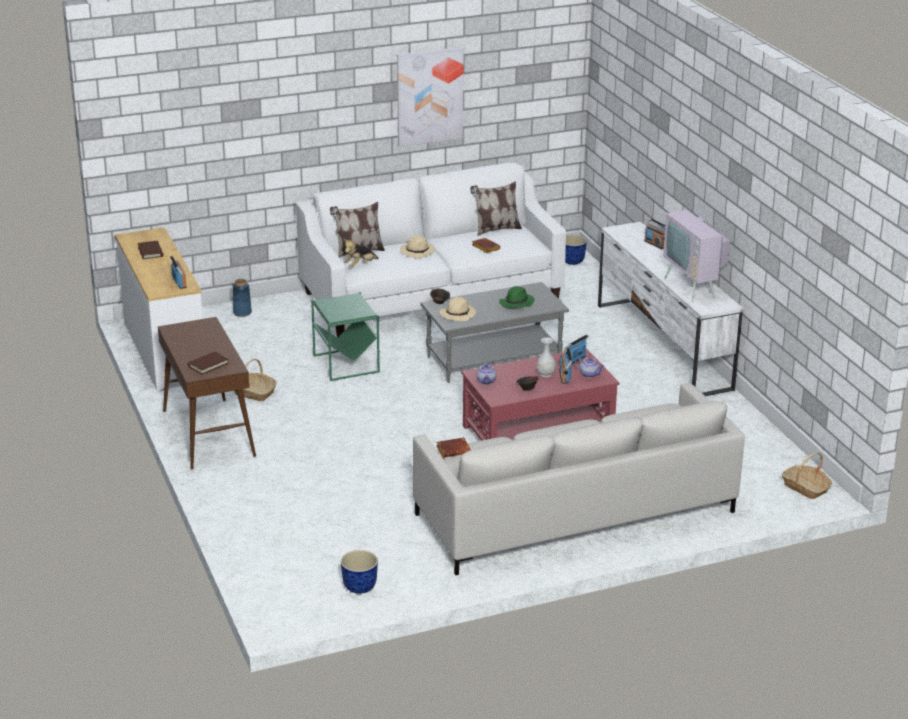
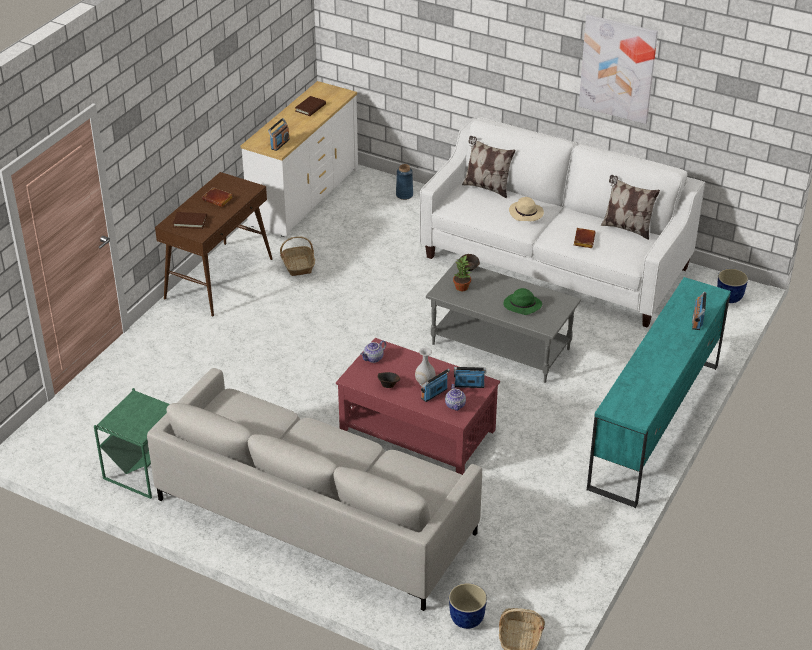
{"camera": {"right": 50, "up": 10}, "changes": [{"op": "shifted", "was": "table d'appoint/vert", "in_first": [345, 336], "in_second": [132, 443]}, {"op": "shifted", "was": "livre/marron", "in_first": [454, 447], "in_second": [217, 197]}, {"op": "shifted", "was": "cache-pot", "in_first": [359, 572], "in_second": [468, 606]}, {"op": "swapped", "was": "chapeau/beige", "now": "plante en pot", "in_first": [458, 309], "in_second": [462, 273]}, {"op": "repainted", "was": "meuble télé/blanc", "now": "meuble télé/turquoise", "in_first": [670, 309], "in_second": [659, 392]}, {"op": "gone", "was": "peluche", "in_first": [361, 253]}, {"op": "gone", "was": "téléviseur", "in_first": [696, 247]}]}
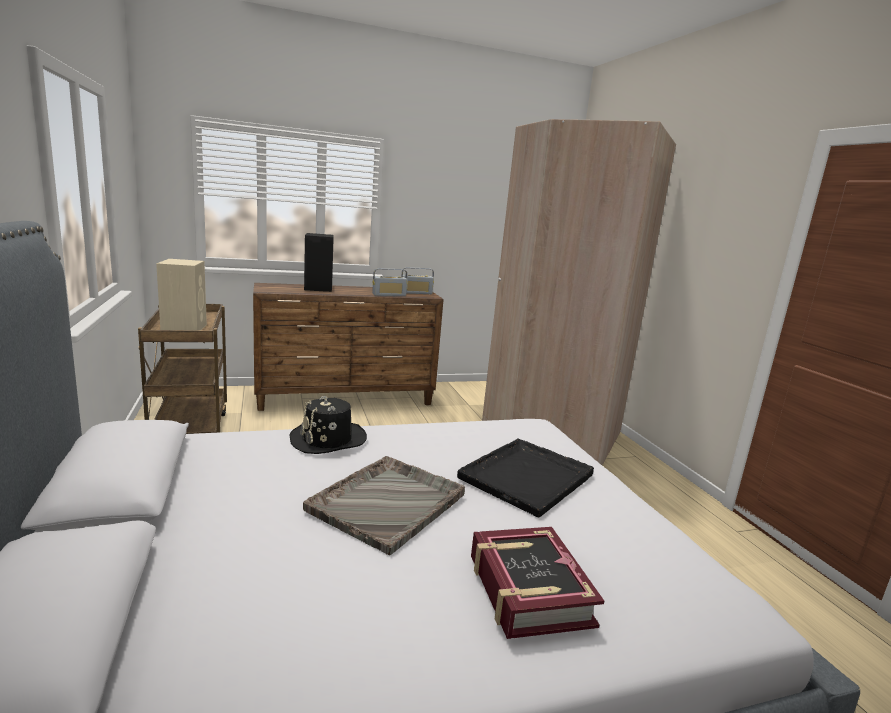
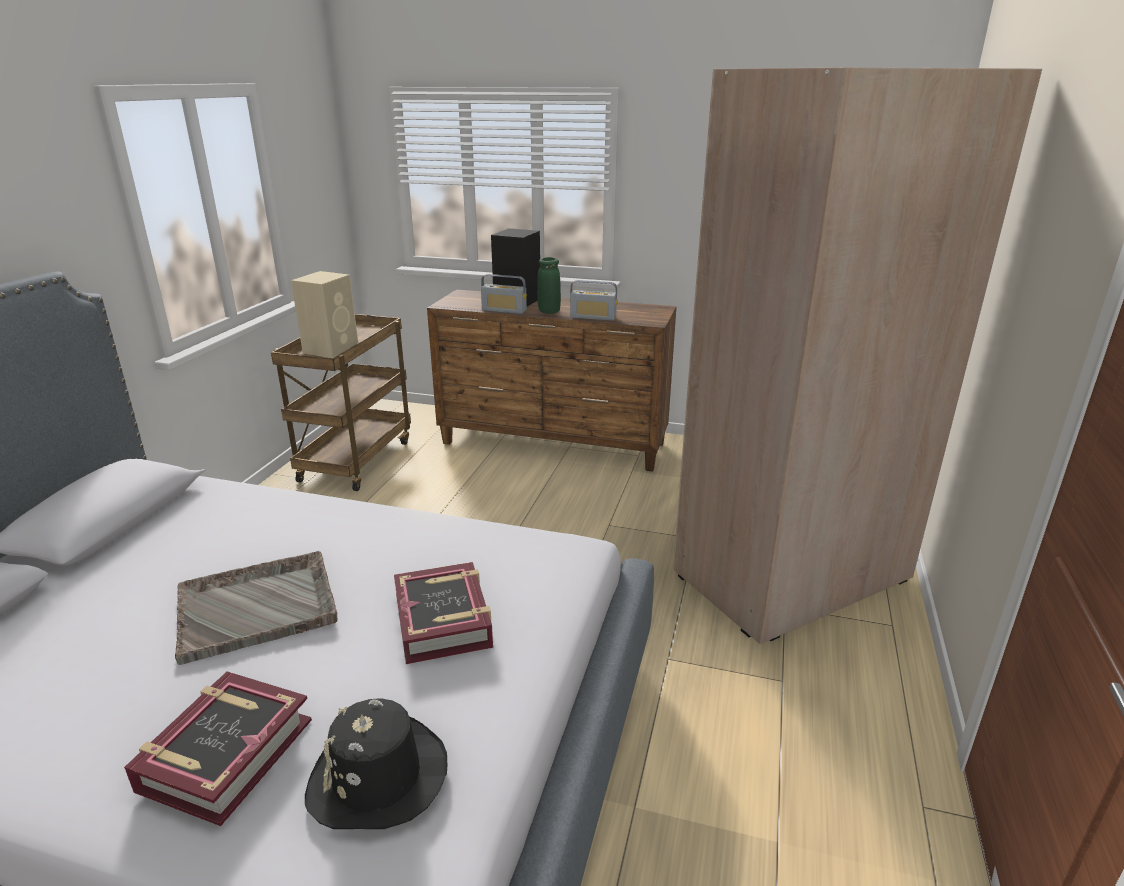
{"camera": {"right": 35, "up": 10}, "changes": [{"op": "shifted", "was": "chapeau/noir", "in_first": [328, 424], "in_second": [376, 763]}, {"op": "swapped", "was": "plateau/noir", "now": "livre", "in_first": [525, 477], "in_second": [443, 613]}, {"op": "shifted", "was": "radio", "in_first": [417, 280], "in_second": [504, 294]}, {"op": "new", "now": "vase/vert", "in_second": [549, 285]}]}
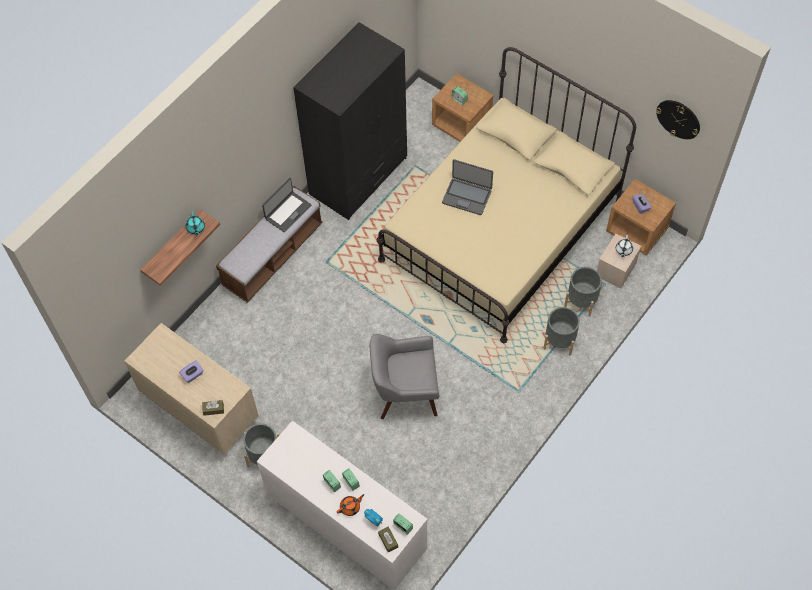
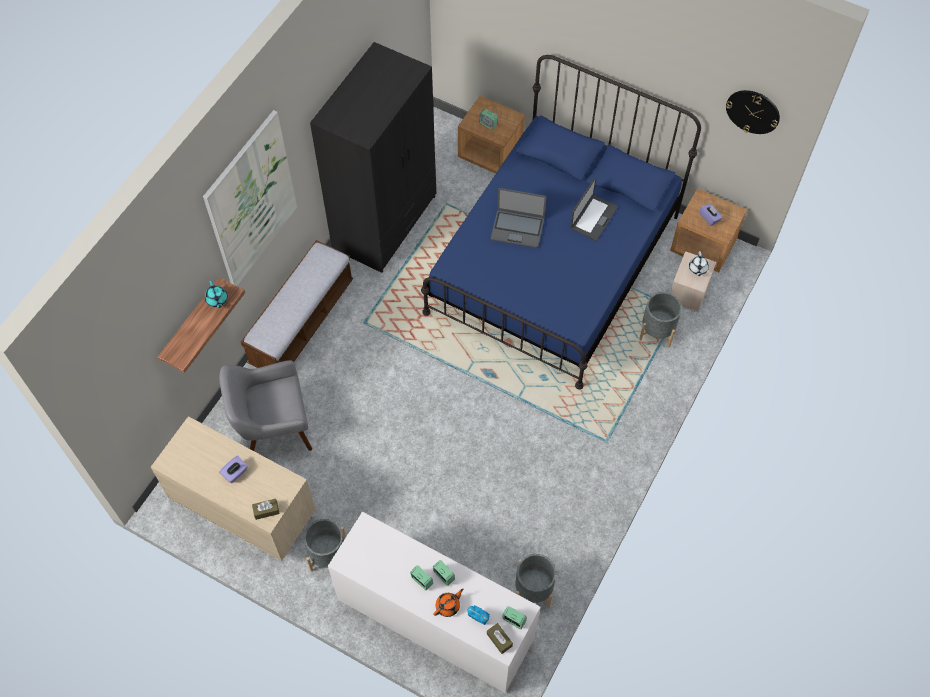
{"camera": {"right": -10, "up": 0}, "changes": [{"op": "new", "now": "tableau", "in_second": [250, 198]}, {"op": "shifted", "was": "fauteuil/gris", "in_first": [404, 376], "in_second": [265, 405]}, {"op": "repainted", "was": "lit/beige", "now": "lit/bleu", "in_first": [506, 195], "in_second": [561, 222]}, {"op": "shifted", "was": "cache-pot/gris", "in_first": [561, 331], "in_second": [535, 581]}, {"op": "shifted", "was": "ordinateur portable", "in_first": [286, 205], "in_second": [594, 209]}]}
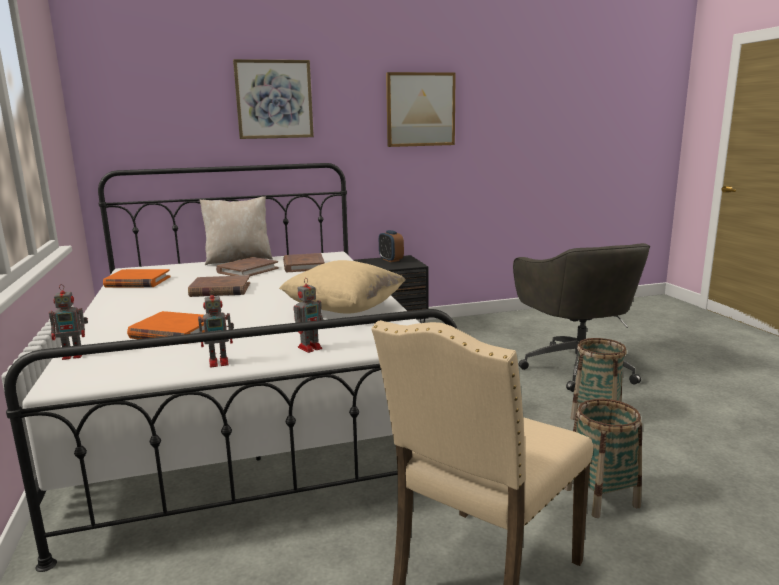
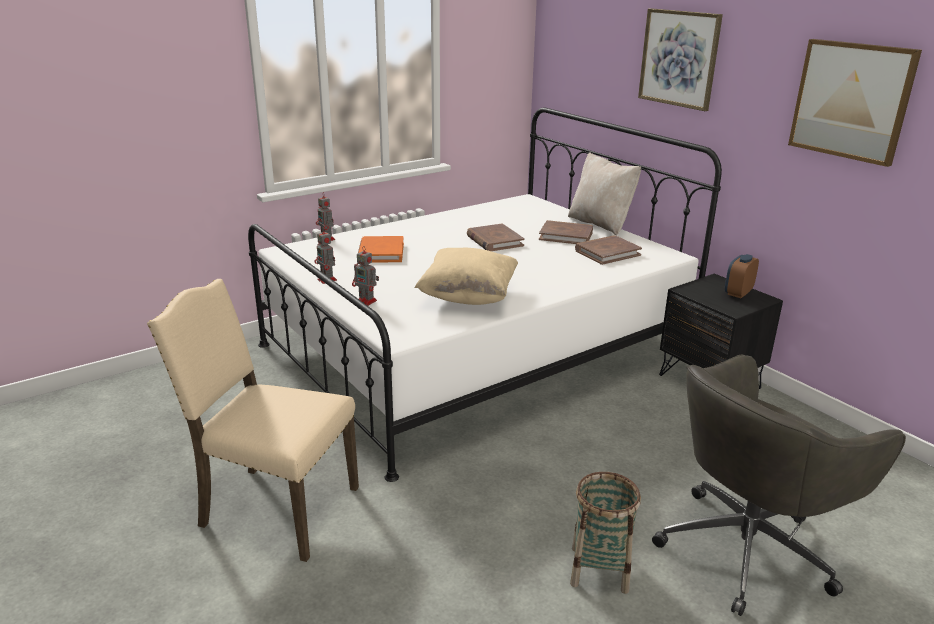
{"camera": {"right": 70, "up": 10}, "changes": [{"op": "gone", "was": "livre/orange", "in_first": [136, 278]}, {"op": "gone", "was": "panier", "in_first": [603, 458]}]}
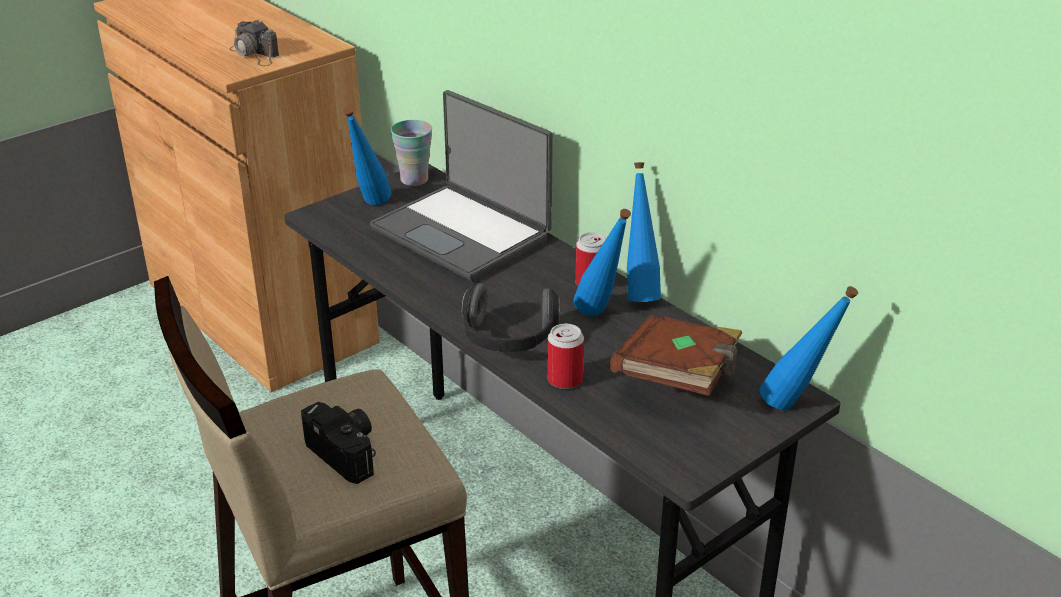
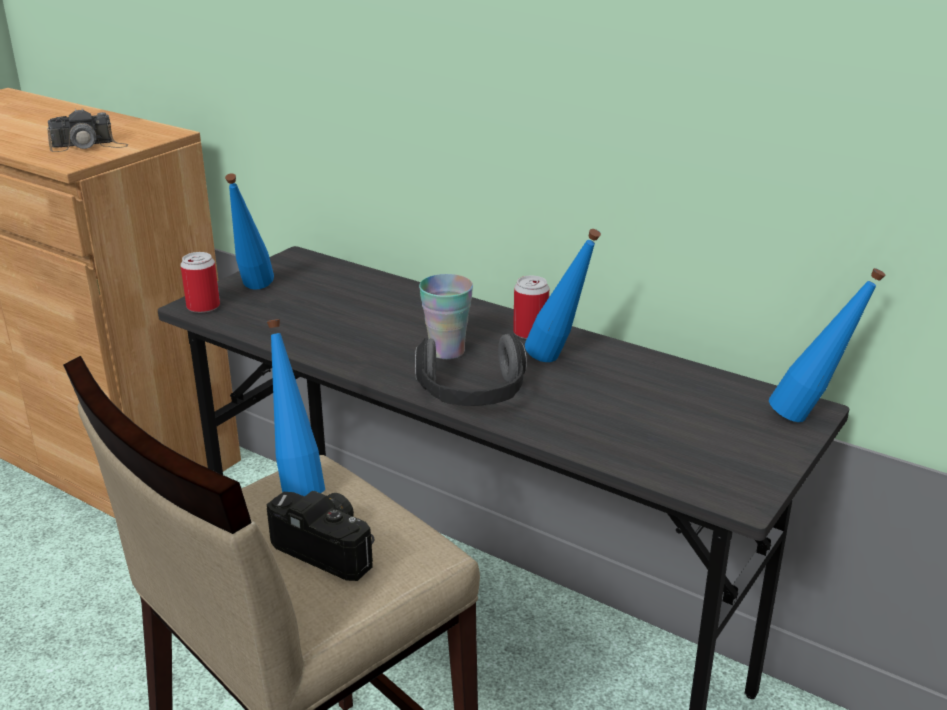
{"camera": {"right": -15, "up": -5}, "changes": [{"op": "rotated", "was": "appareil photo", "in_first": [254, 43], "in_second": [87, 130], "clockwise": -45}, {"op": "shifted", "was": "boîte métallique", "in_first": [565, 356], "in_second": [200, 282]}, {"op": "shifted", "was": "bouteille/bleu", "in_first": [644, 232], "in_second": [296, 408]}, {"op": "shifted", "was": "tasse", "in_first": [411, 153], "in_second": [446, 316]}, {"op": "gone", "was": "ordinateur portable", "in_first": [461, 186]}, {"op": "gone", "was": "livre/marron", "in_first": [676, 355]}]}
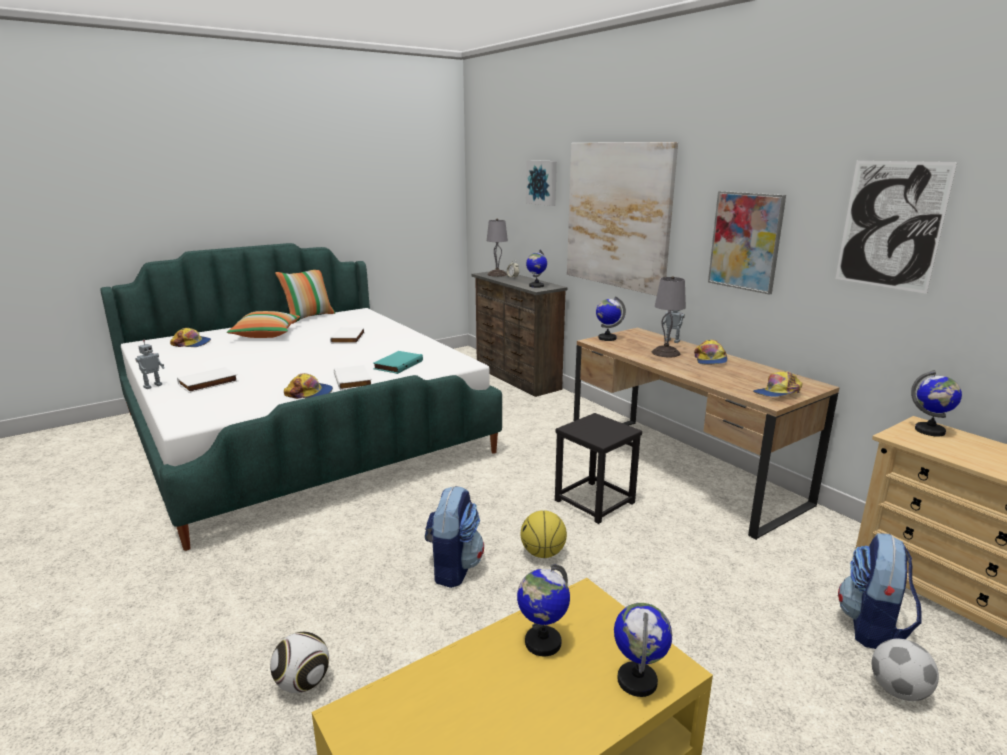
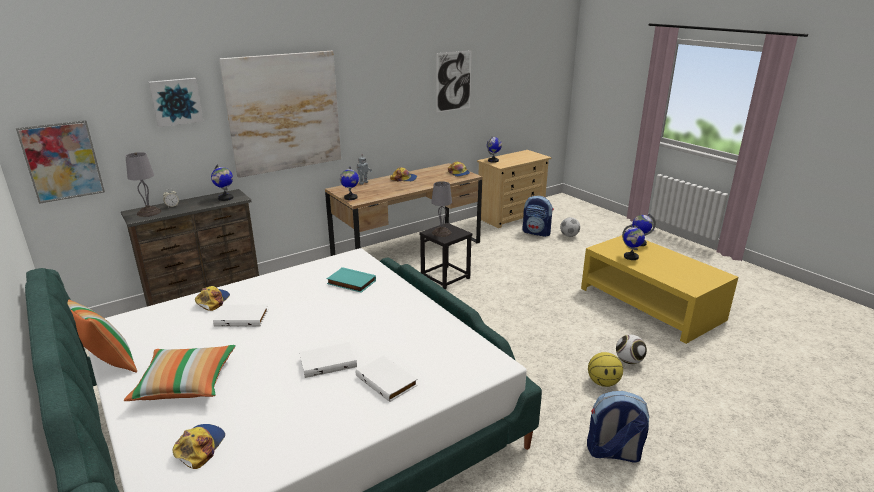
{"camera": {"right": -90, "up": 5}, "changes": [{"op": "shifted", "was": "tableau", "in_first": [747, 243], "in_second": [60, 162]}, {"op": "shifted", "was": "casquette", "in_first": [308, 386], "in_second": [212, 298]}, {"op": "shifted", "was": "livre/blanc", "in_first": [353, 377], "in_second": [328, 360]}, {"op": "shifted", "was": "lampe de table/gris", "in_first": [669, 316], "in_second": [441, 209]}, {"op": "shifted", "was": "sac à dos", "in_first": [454, 537], "in_second": [618, 427]}, {"op": "shifted", "was": "ballon de basket", "in_first": [544, 534], "in_second": [605, 369]}, {"op": "gone", "was": "robot jouet", "in_first": [150, 364]}]}
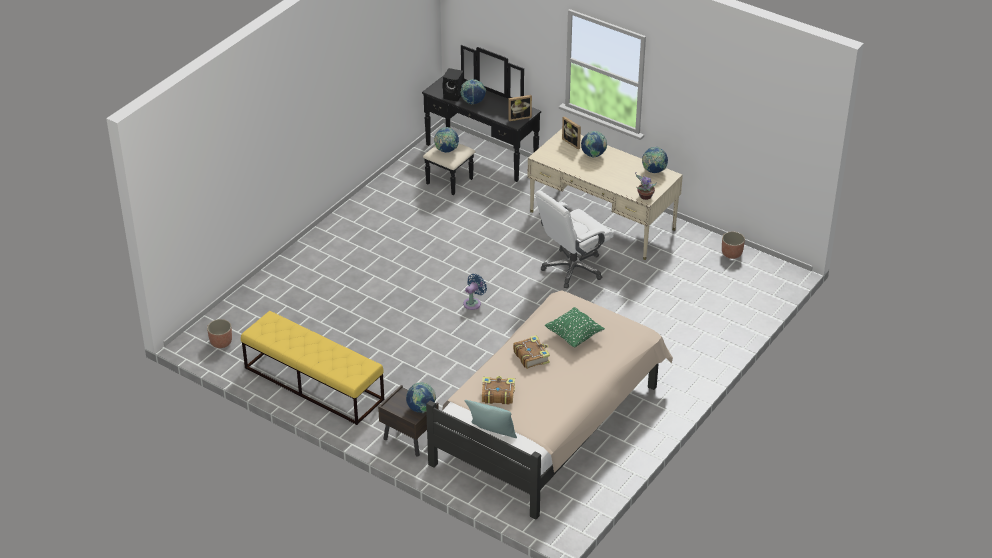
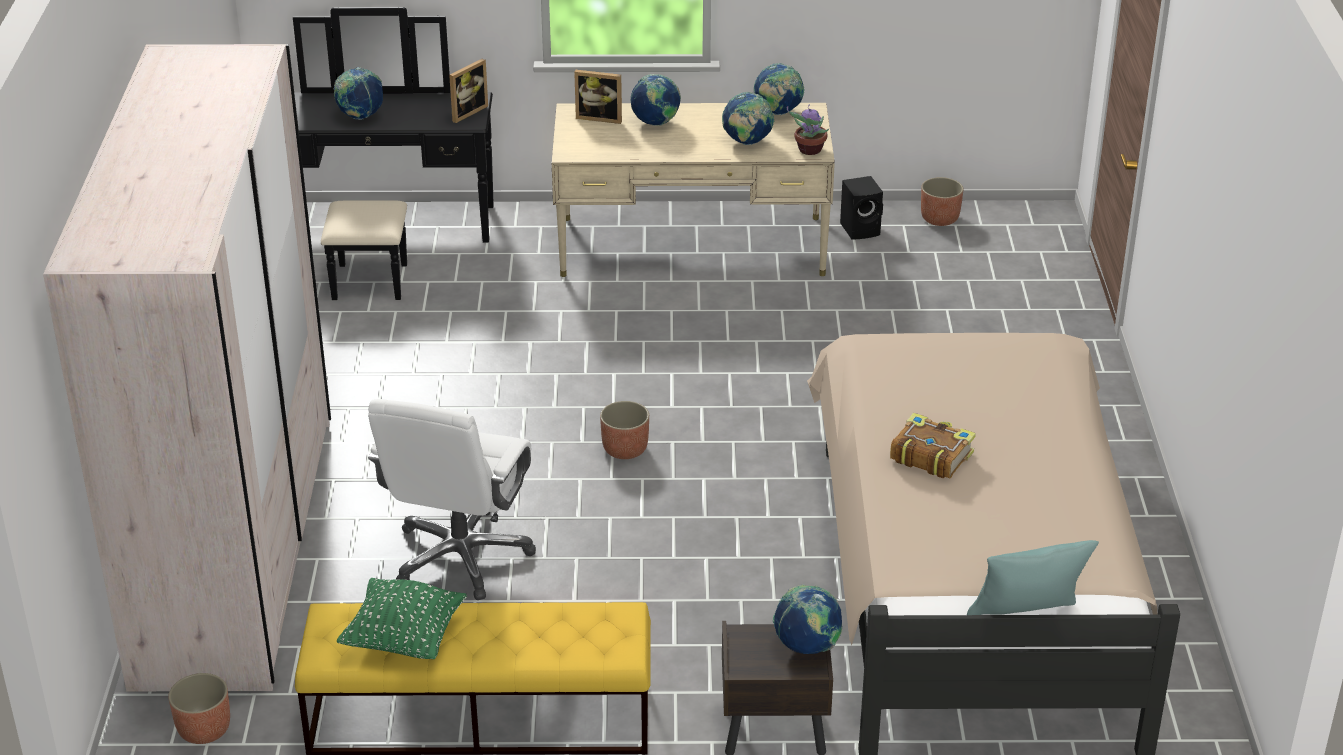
{"camera": {"right": -35, "up": -5}, "changes": [{"op": "new", "now": "armoire/beige", "in_second": [187, 367]}, {"op": "shifted", "was": "coussin/vert", "in_first": [575, 327], "in_second": [402, 618]}, {"op": "shifted", "was": "chaise de bureau/blanc", "in_first": [574, 239], "in_second": [452, 499]}, {"op": "swapped", "was": "ventilateur/bleu", "now": "cache-pot", "in_first": [475, 292], "in_second": [624, 430]}, {"op": "shifted", "was": "globe", "in_first": [446, 140], "in_second": [748, 118]}, {"op": "shifted", "was": "enceinte/noir", "in_first": [452, 84], "in_second": [861, 208]}, {"op": "gone", "was": "livre", "in_first": [498, 390]}]}
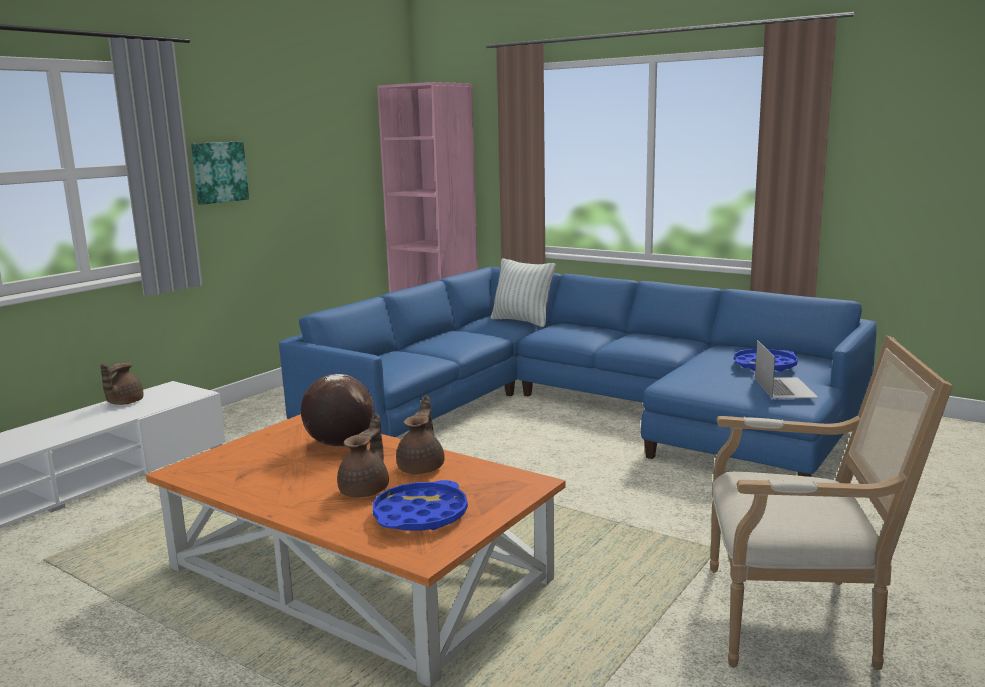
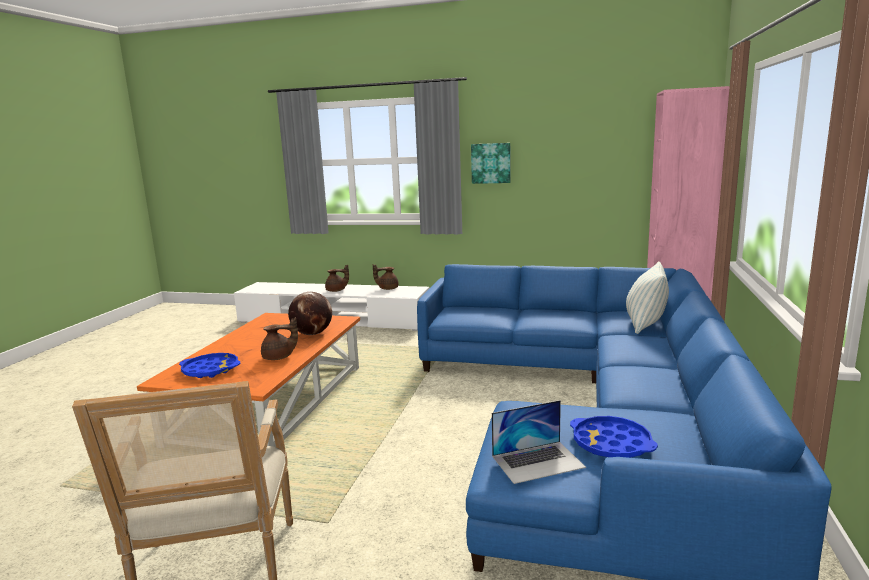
{"camera": {"right": 70, "up": 0}, "changes": [{"op": "shifted", "was": "théière/marron", "in_first": [363, 455], "in_second": [337, 278]}]}
